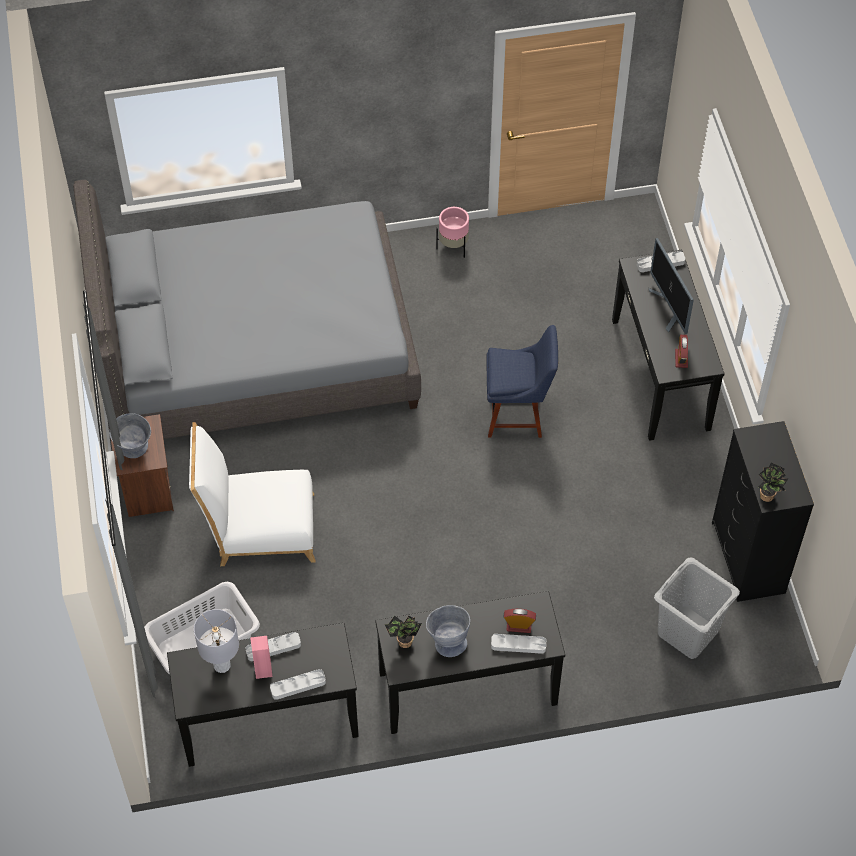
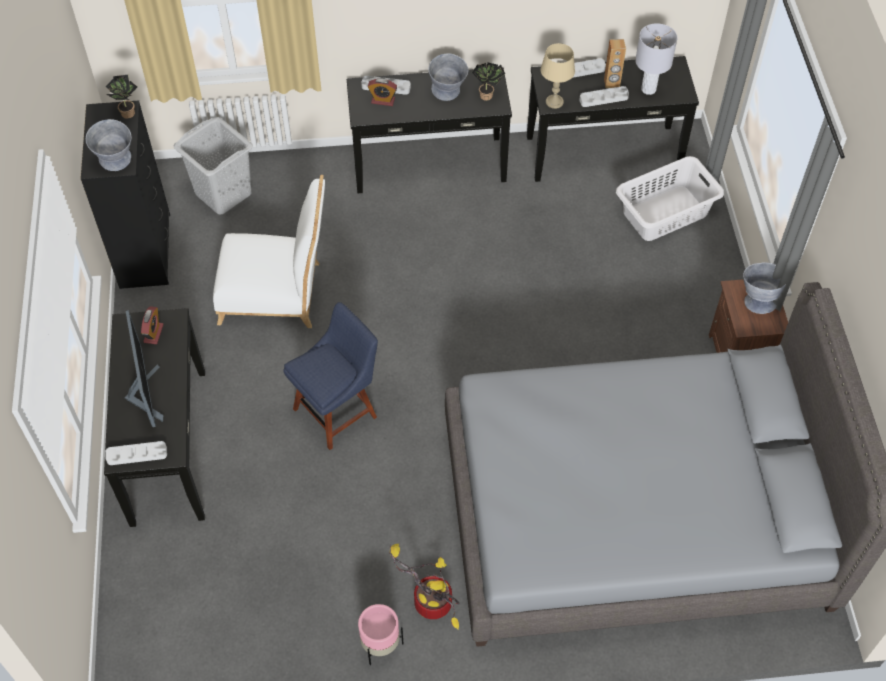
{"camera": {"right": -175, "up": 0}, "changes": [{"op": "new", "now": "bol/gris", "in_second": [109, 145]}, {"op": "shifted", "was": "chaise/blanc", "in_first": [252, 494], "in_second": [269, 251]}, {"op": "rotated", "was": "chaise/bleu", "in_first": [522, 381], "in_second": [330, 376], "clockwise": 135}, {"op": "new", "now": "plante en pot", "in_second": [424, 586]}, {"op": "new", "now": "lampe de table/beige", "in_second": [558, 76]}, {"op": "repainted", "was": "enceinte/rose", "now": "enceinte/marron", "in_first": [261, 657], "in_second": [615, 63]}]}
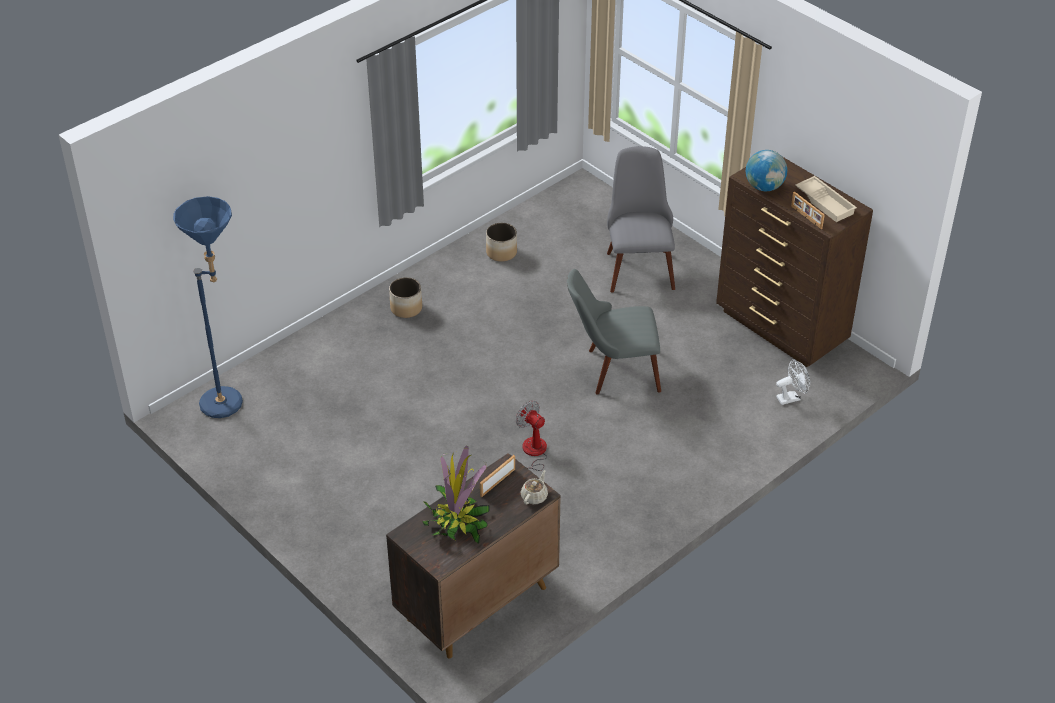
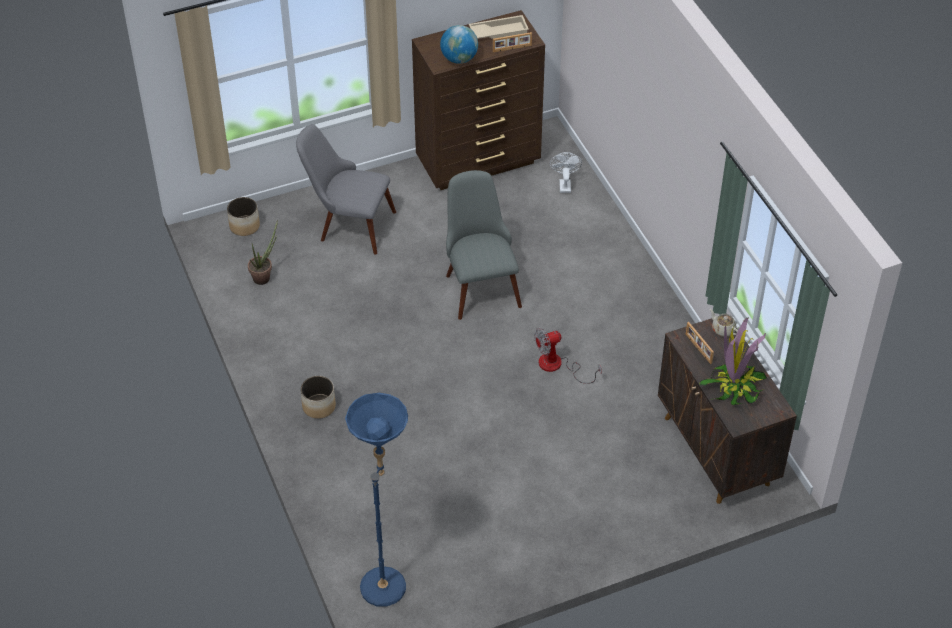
{"camera": {"right": -70, "up": 5}, "changes": [{"op": "shifted", "was": "cache-pot", "in_first": [501, 242], "in_second": [243, 216]}, {"op": "new", "now": "plante en pot", "in_second": [263, 252]}, {"op": "rotated", "was": "chaise/gris", "in_first": [614, 331], "in_second": [484, 245], "clockwise": 150}]}
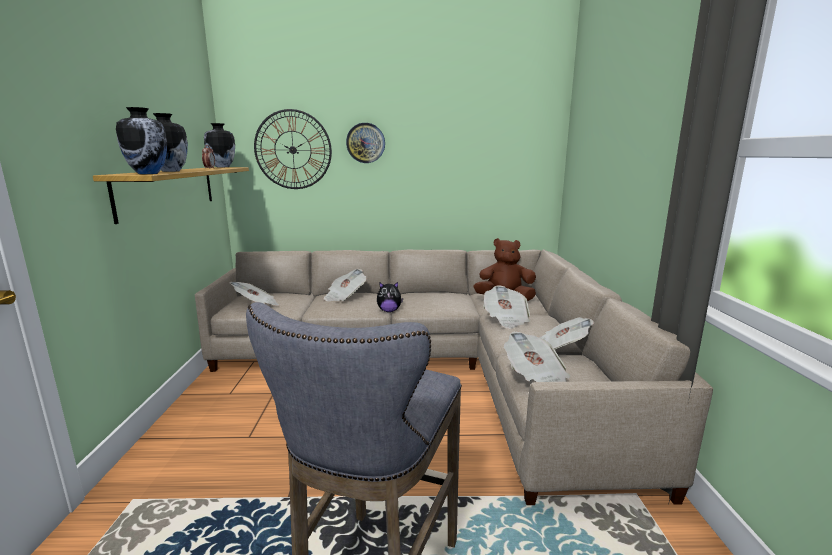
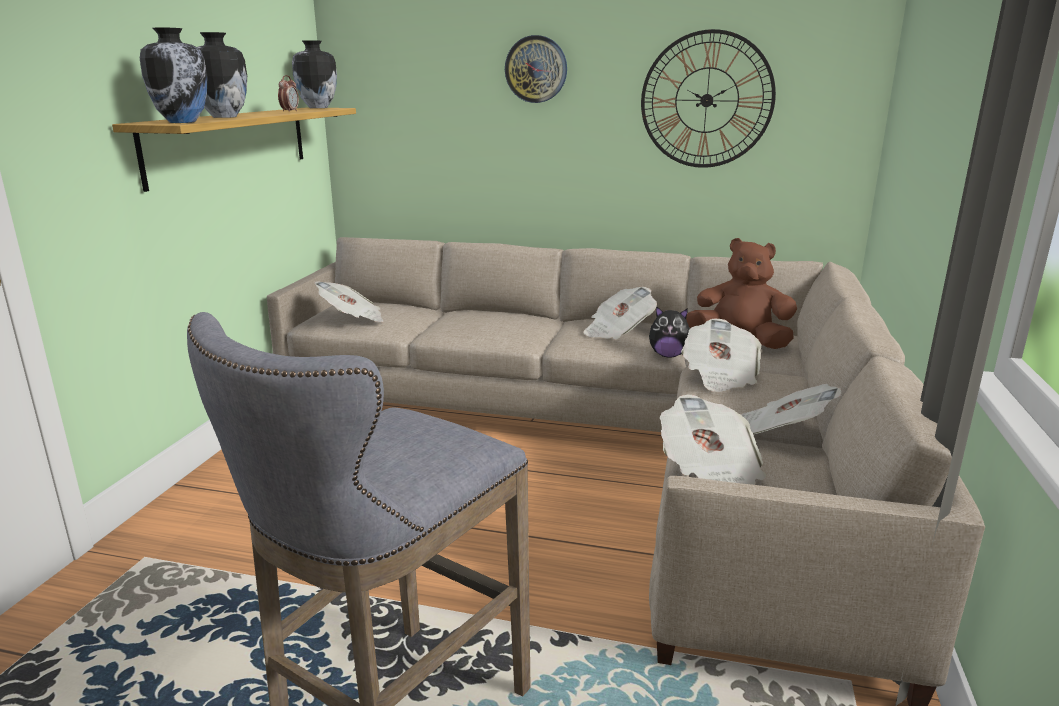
{"camera": {"right": 15, "up": 5}, "changes": [{"op": "shifted", "was": "journal", "in_first": [345, 285], "in_second": [620, 313]}, {"op": "shifted", "was": "horloge murale", "in_first": [293, 149], "in_second": [708, 98]}, {"op": "shifted", "was": "peluche", "in_first": [390, 297], "in_second": [669, 332]}]}
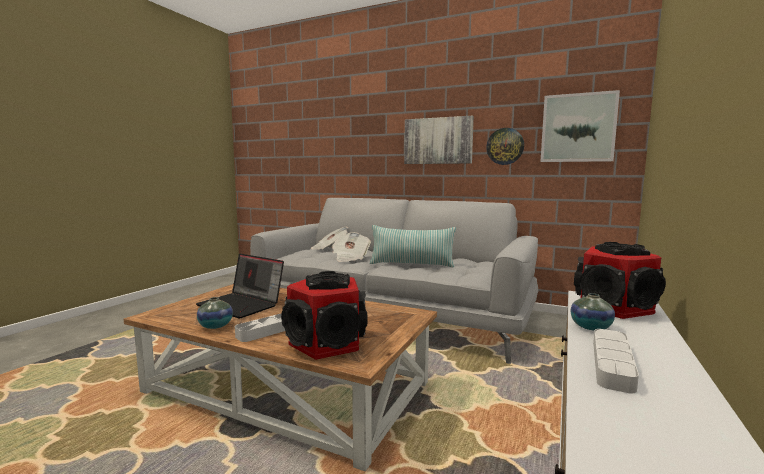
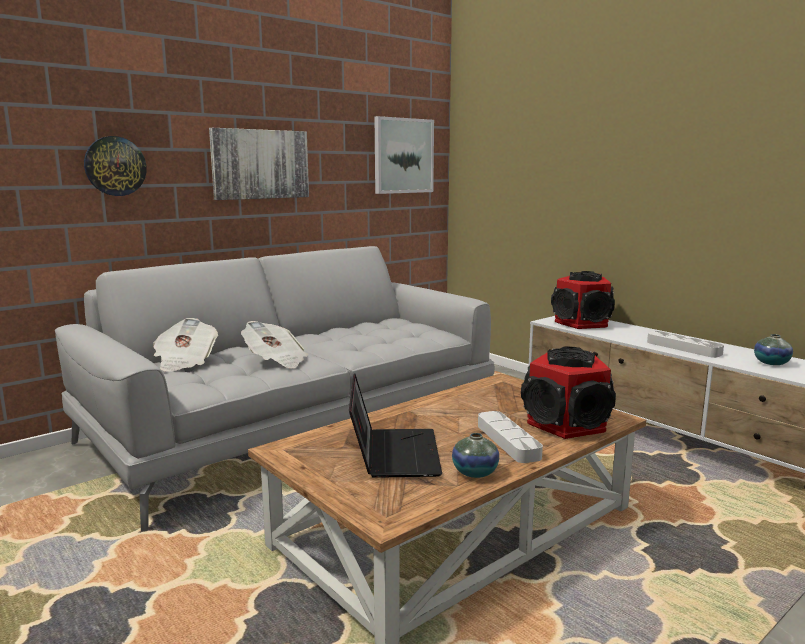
{"camera": {"right": -65, "up": 5}, "changes": [{"op": "shifted", "was": "horloge murale", "in_first": [505, 146], "in_second": [115, 166]}, {"op": "rotated", "was": "ordinateur portable", "in_first": [240, 285], "in_second": [395, 426], "clockwise": -60}, {"op": "shifted", "was": "vase", "in_first": [592, 312], "in_second": [773, 349]}, {"op": "gone", "was": "coussin", "in_first": [413, 246]}]}
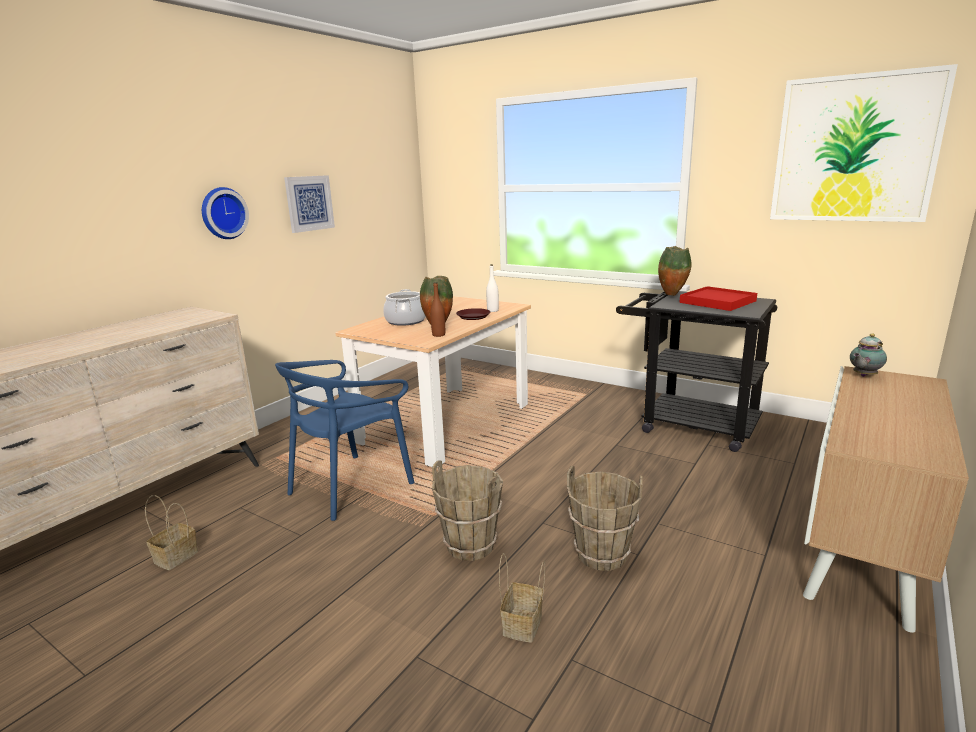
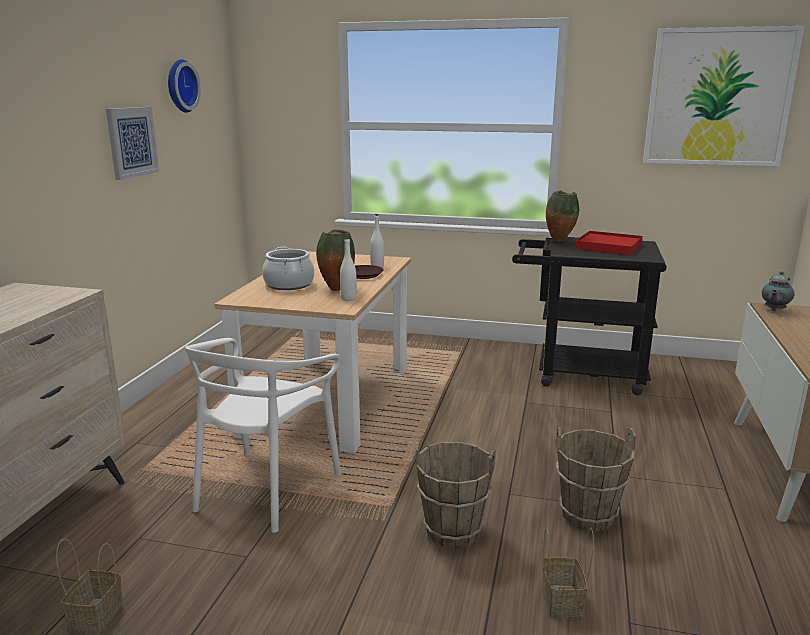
{"camera": {"right": -20, "up": 0}, "changes": [{"op": "shifted", "was": "horloge murale", "in_first": [225, 213], "in_second": [184, 86]}, {"op": "repainted", "was": "chaise/bleu", "now": "chaise/blanc", "in_first": [345, 440], "in_second": [263, 435]}, {"op": "repainted", "was": "bouteille/marron", "now": "bouteille/blanc", "in_first": [437, 309], "in_second": [348, 269]}]}
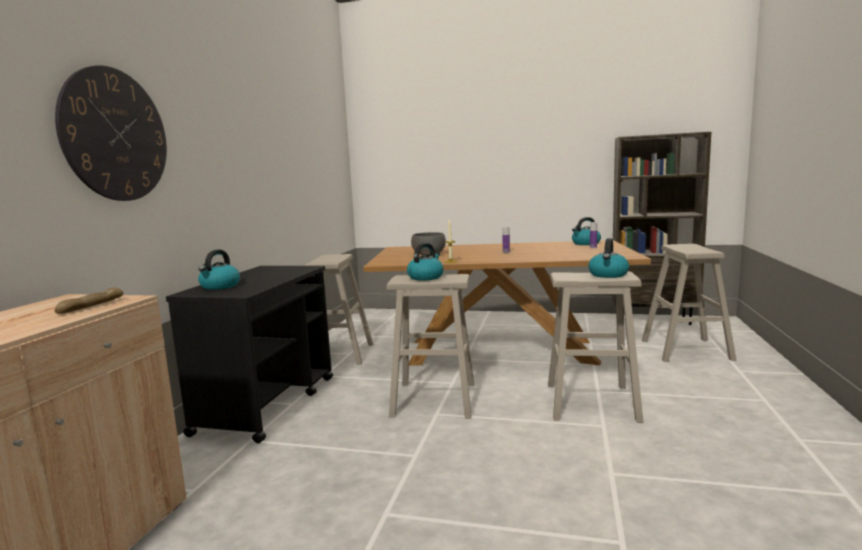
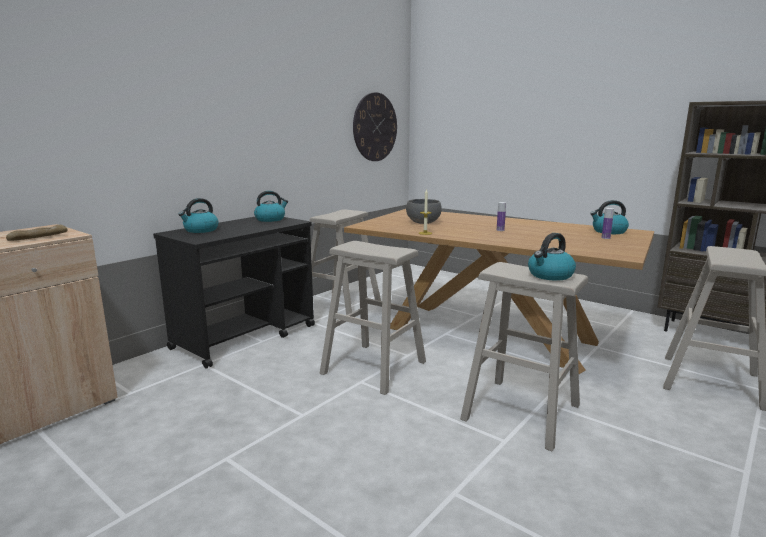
{"camera": {"right": 25, "up": 5}, "changes": [{"op": "shifted", "was": "bouilloire", "in_first": [425, 261], "in_second": [271, 206]}, {"op": "shifted", "was": "horloge murale", "in_first": [111, 133], "in_second": [375, 126]}]}
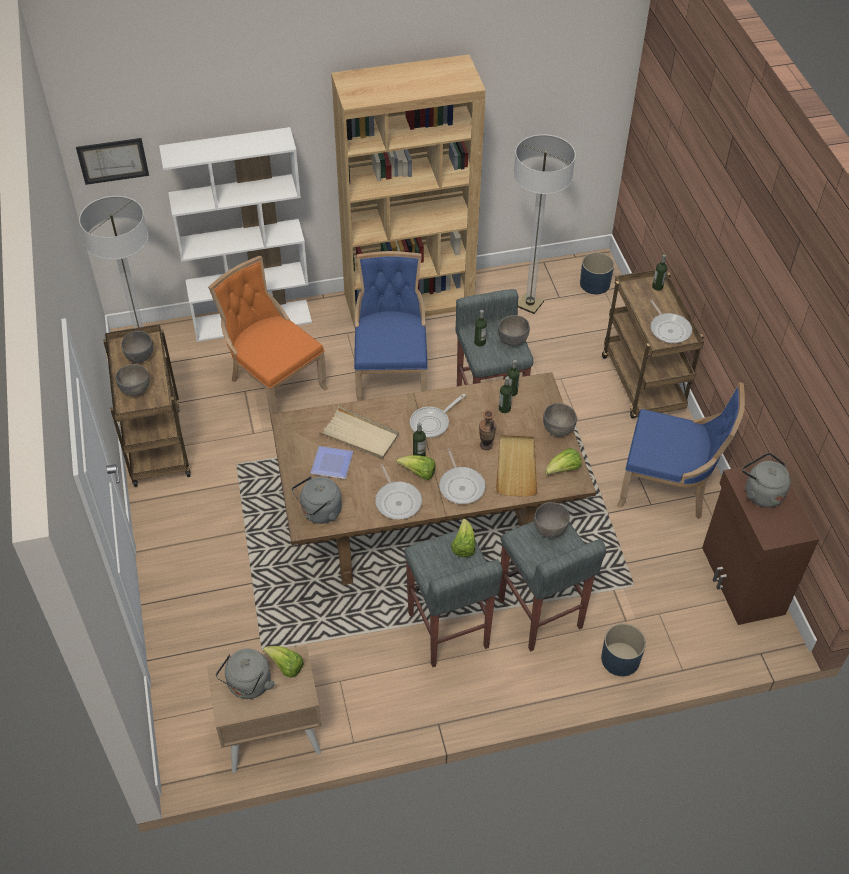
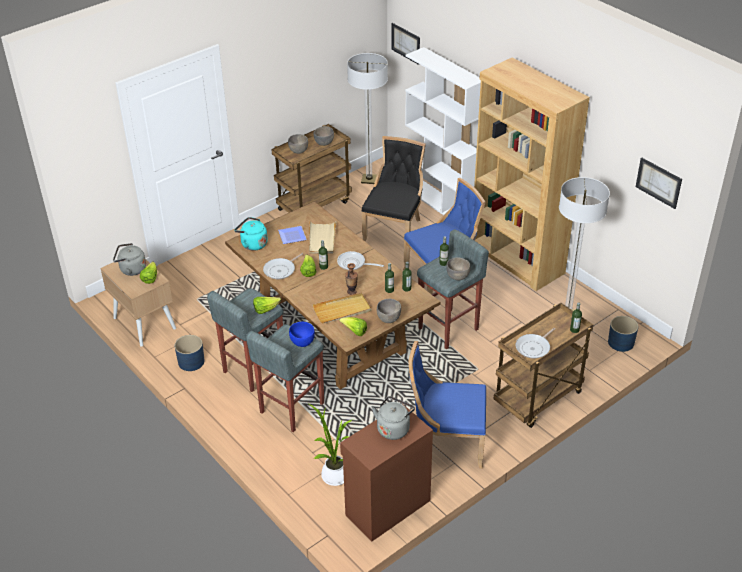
{"camera": {"right": 65, "up": -10}, "changes": [{"op": "shifted", "was": "cache-pot/bleu", "in_first": [623, 649], "in_second": [190, 353]}, {"op": "repainted", "was": "bouilloire/gris", "now": "bouilloire/turquoise", "in_first": [317, 500], "in_second": [251, 234]}, {"op": "repainted", "was": "bol/gris", "now": "bol/bleu", "in_first": [552, 520], "in_second": [302, 334]}, {"op": "new", "now": "plante en pot", "in_second": [330, 445]}, {"op": "repainted", "was": "chaise/orange", "now": "chaise/noir", "in_first": [268, 340], "in_second": [394, 189]}, {"op": "rotated", "was": "chaise/bleu", "in_first": [681, 450], "in_second": [447, 404], "clockwise": 105}, {"op": "new", "now": "tableau", "in_second": [659, 183]}, {"op": "gone", "was": "poêle", "in_first": [462, 476]}]}
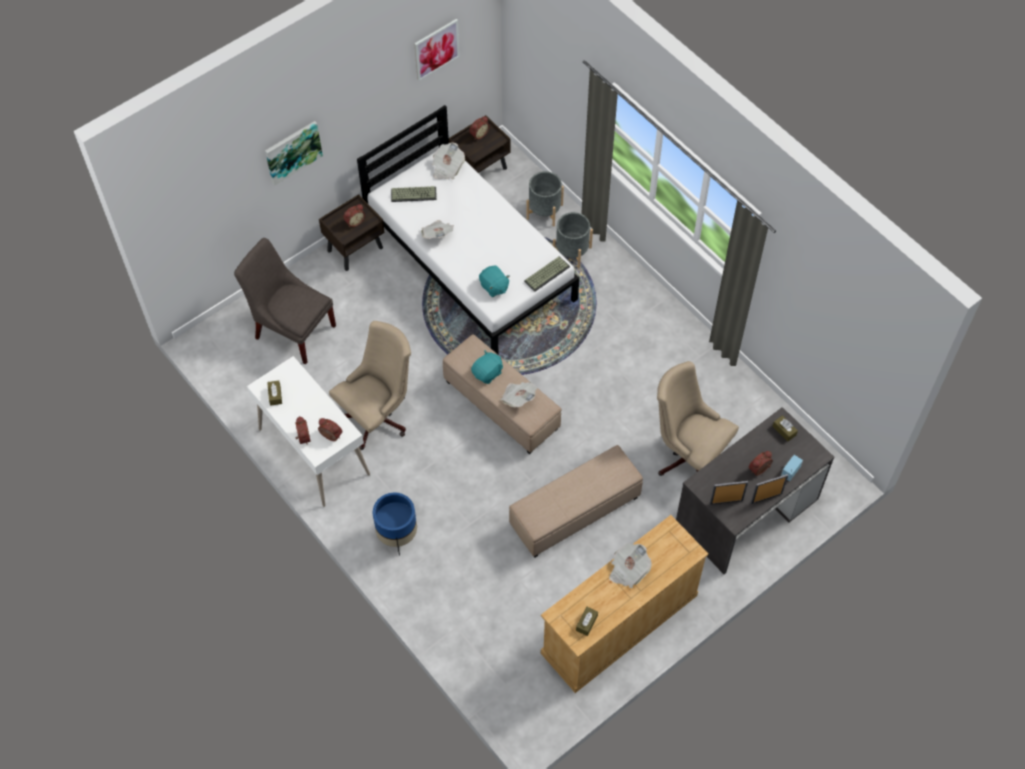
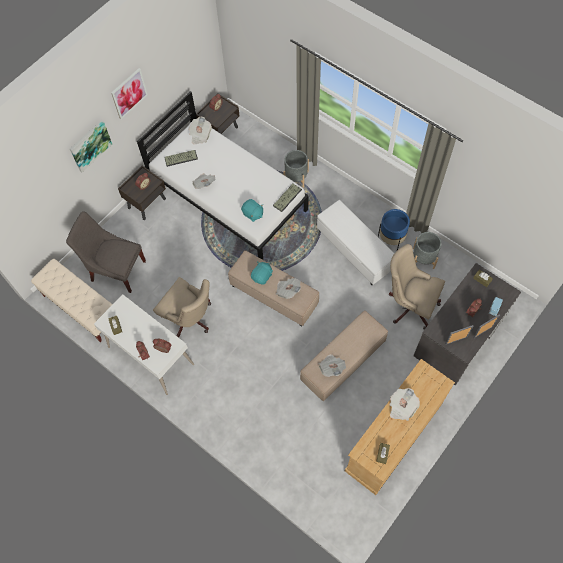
{"camera": {"right": -10, "up": 5}, "changes": [{"op": "new", "now": "banc/beige", "in_second": [72, 300]}, {"op": "shifted", "was": "tableau", "in_first": [437, 50], "in_second": [129, 93]}, {"op": "rotated", "was": "chaise de bureau/beige", "in_first": [370, 385], "in_second": [182, 307], "clockwise": 90}, {"op": "new", "now": "pouf/blanc", "in_second": [355, 242]}, {"op": "new", "now": "journal", "in_second": [332, 365]}, {"op": "shifted", "was": "cache-pot/bleu", "in_first": [395, 524], "in_second": [394, 229]}, {"op": "shifted", "was": "cache-pot/gris", "in_first": [545, 199], "in_second": [427, 250]}]}
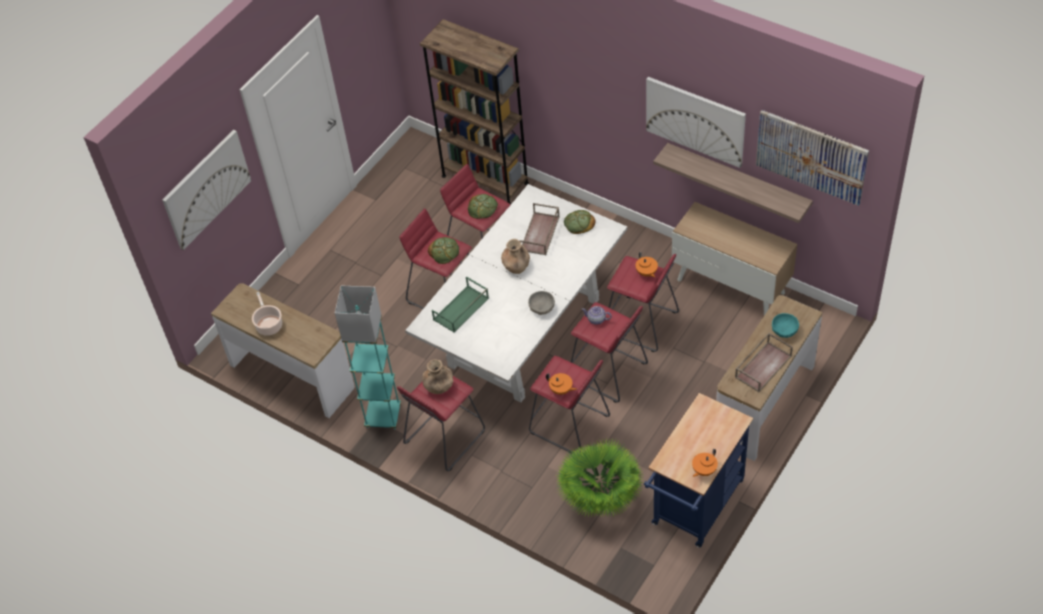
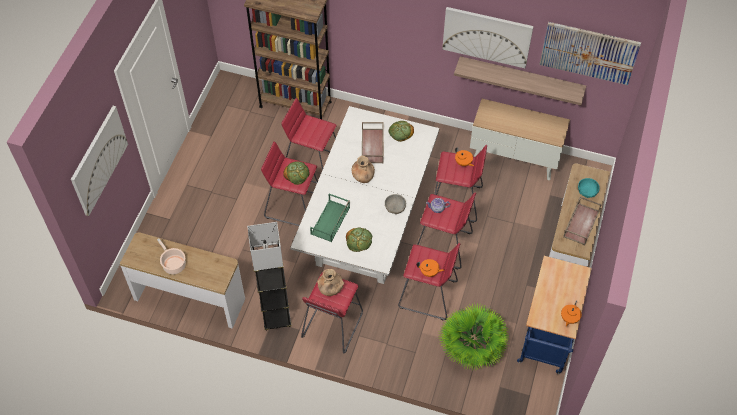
{"camera": {"right": -20, "up": 5}, "changes": [{"op": "repainted", "was": "lampadaire/turquoise", "now": "lampadaire/gris", "in_first": [368, 357], "in_second": [269, 276]}, {"op": "shifted", "was": "pain", "in_first": [483, 206], "in_second": [359, 239]}]}
